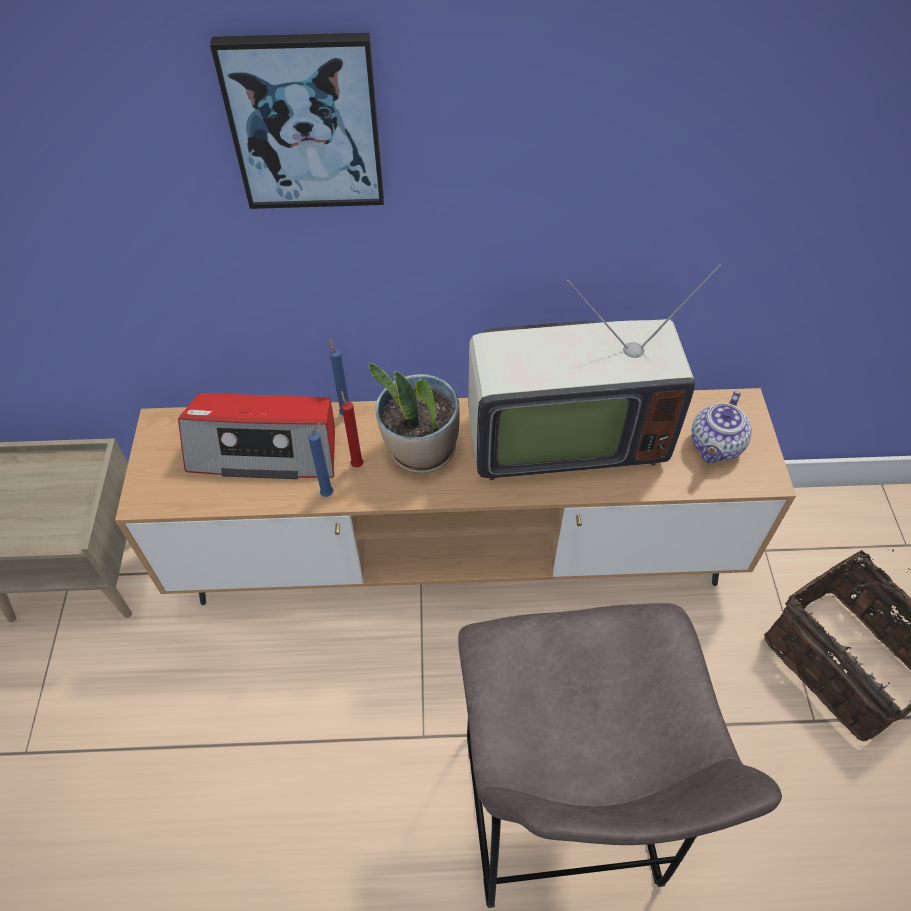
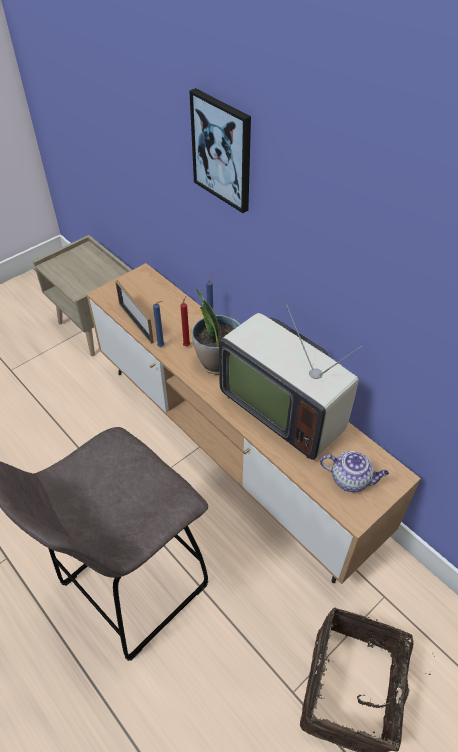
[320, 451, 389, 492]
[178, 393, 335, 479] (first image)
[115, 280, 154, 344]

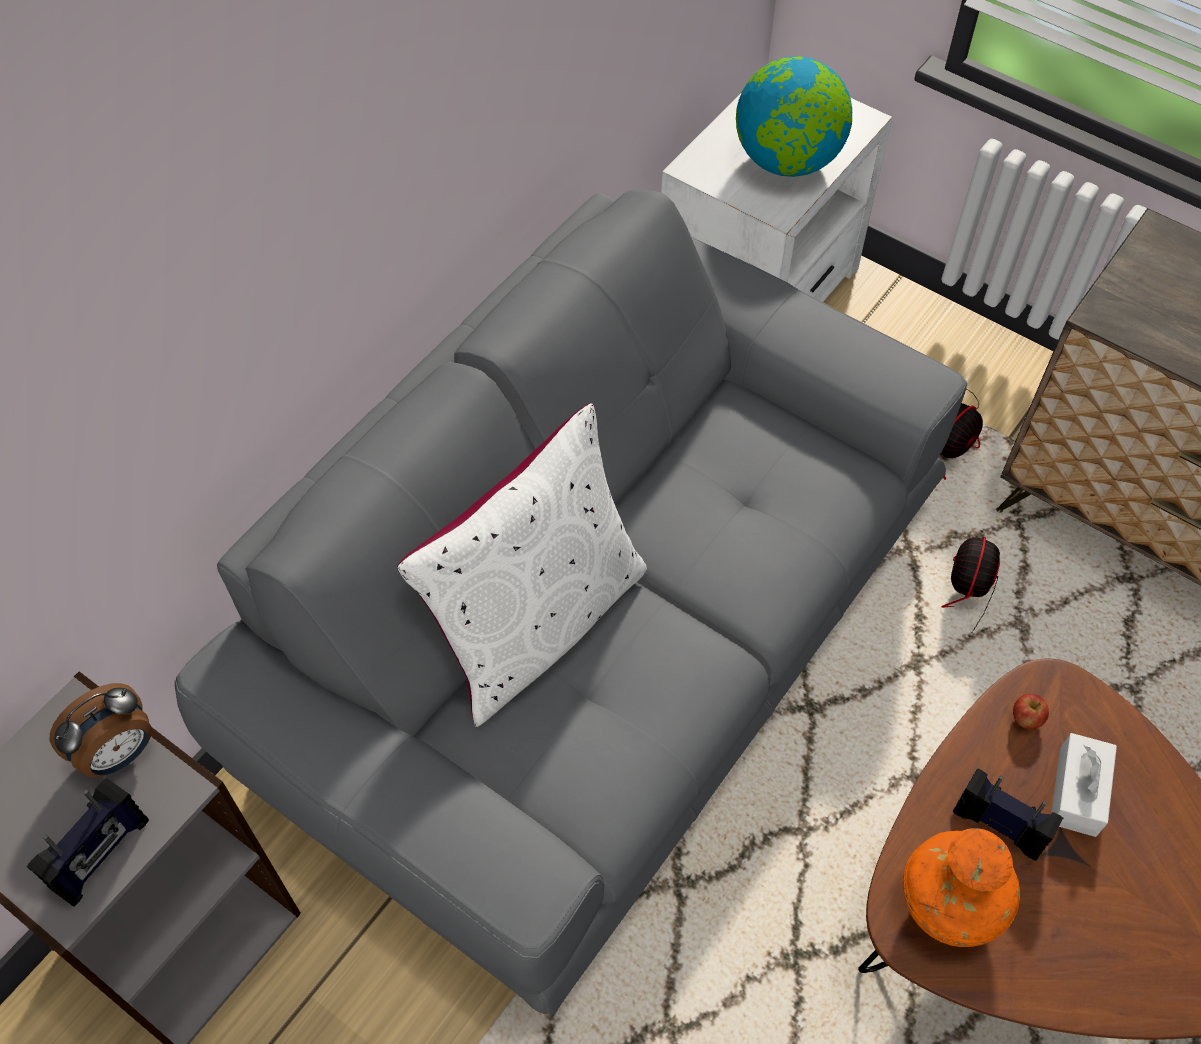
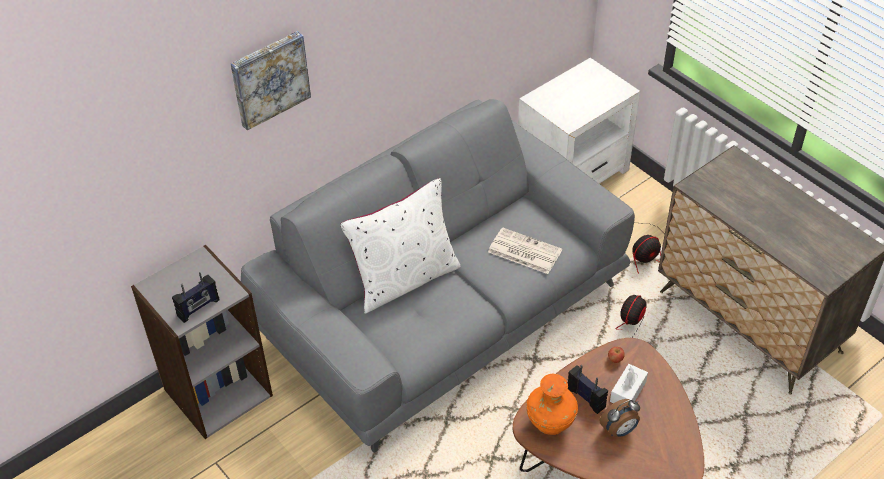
[736, 56, 853, 177] (first image)
[600, 399, 640, 437]
[231, 31, 311, 131]
[488, 227, 562, 274]

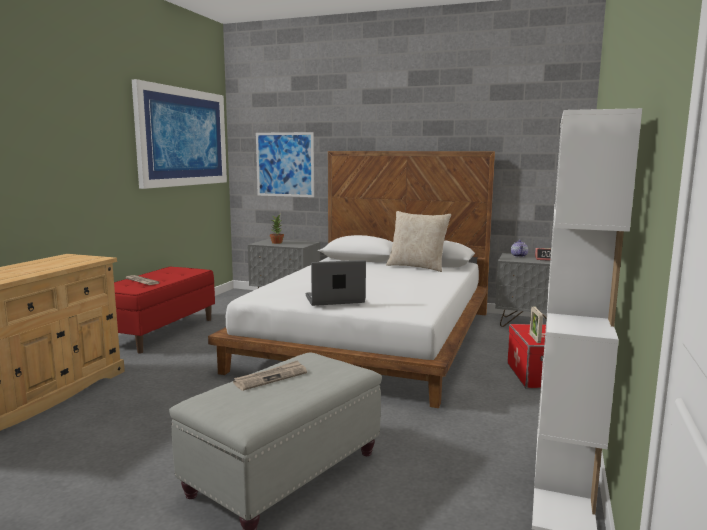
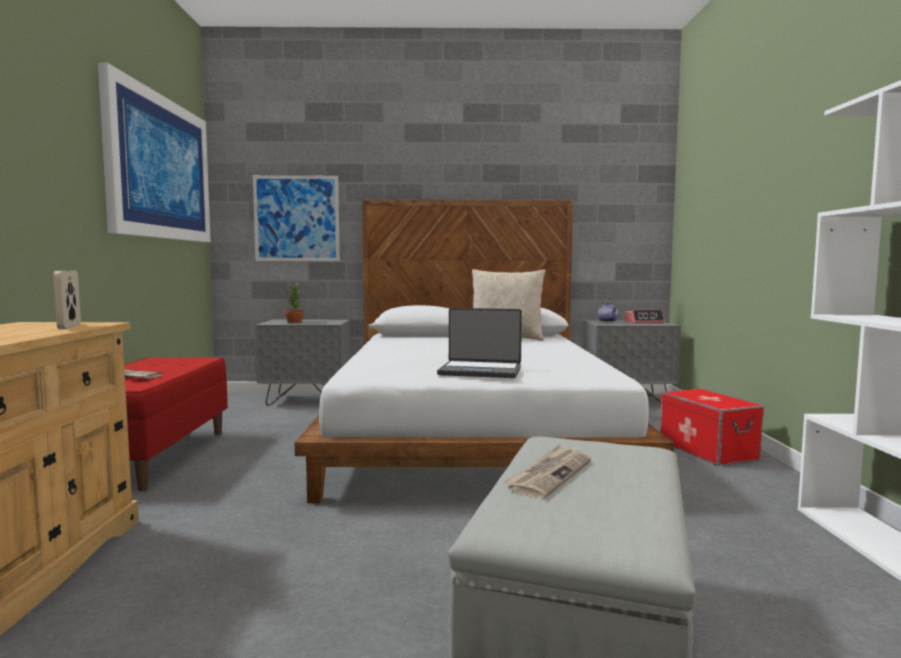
[437, 308, 522, 378]
[53, 271, 81, 329]

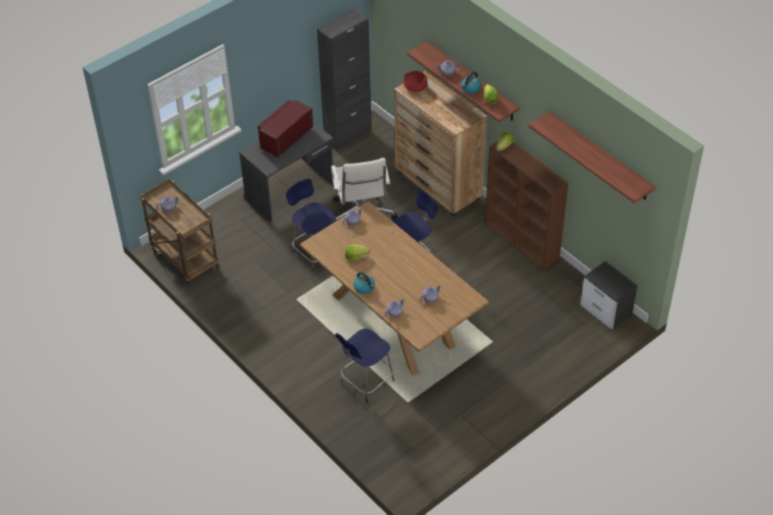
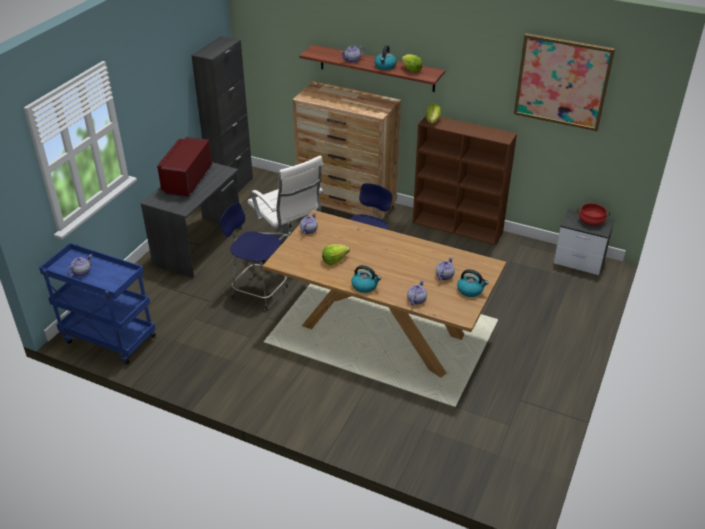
[577, 203, 610, 225]
[514, 33, 615, 131]
[39, 243, 156, 365]
[335, 329, 394, 403] (first image)
[457, 269, 488, 297]

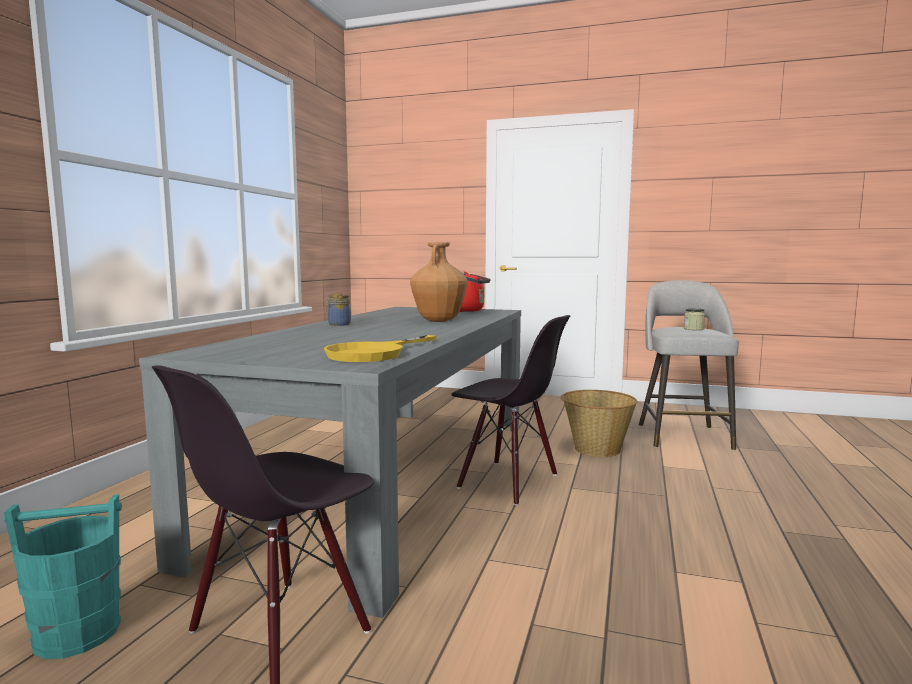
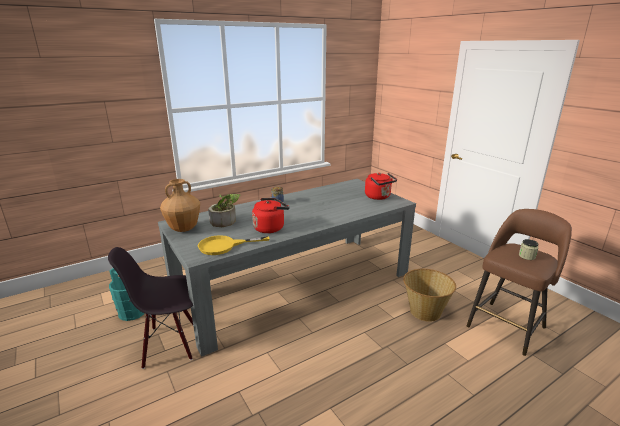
[160, 179, 200, 232]
[467, 209, 572, 356]
[451, 315, 570, 506] (first image)
[208, 194, 240, 227]
[252, 198, 290, 233]

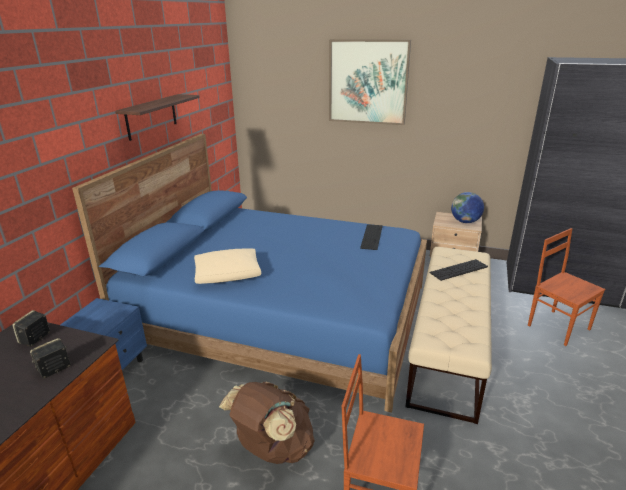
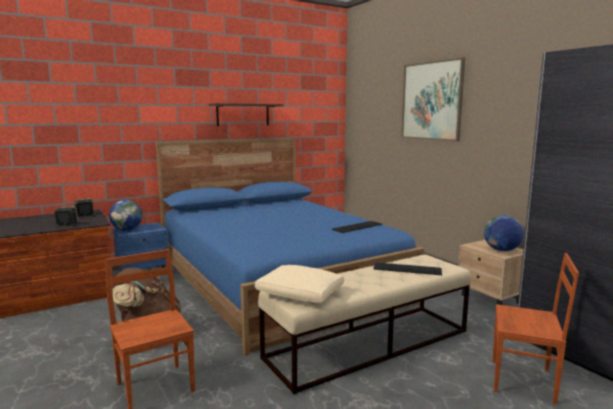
[493, 253, 579, 404]
[255, 265, 344, 303]
[109, 200, 142, 231]

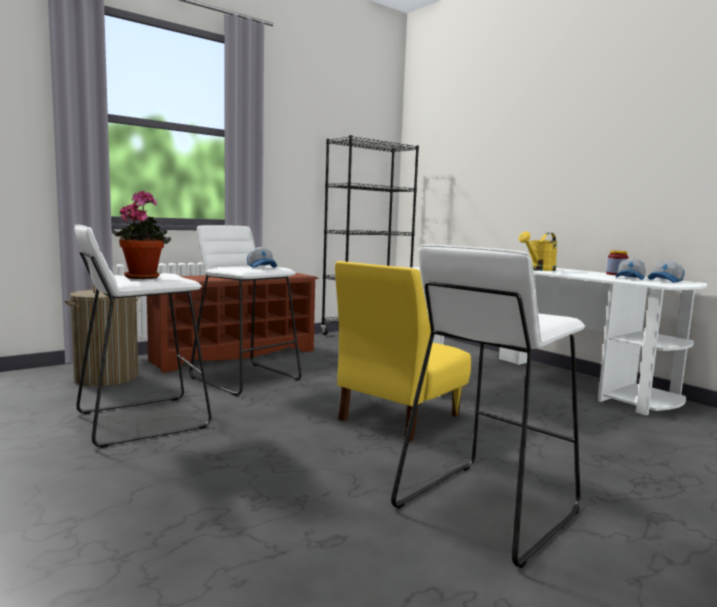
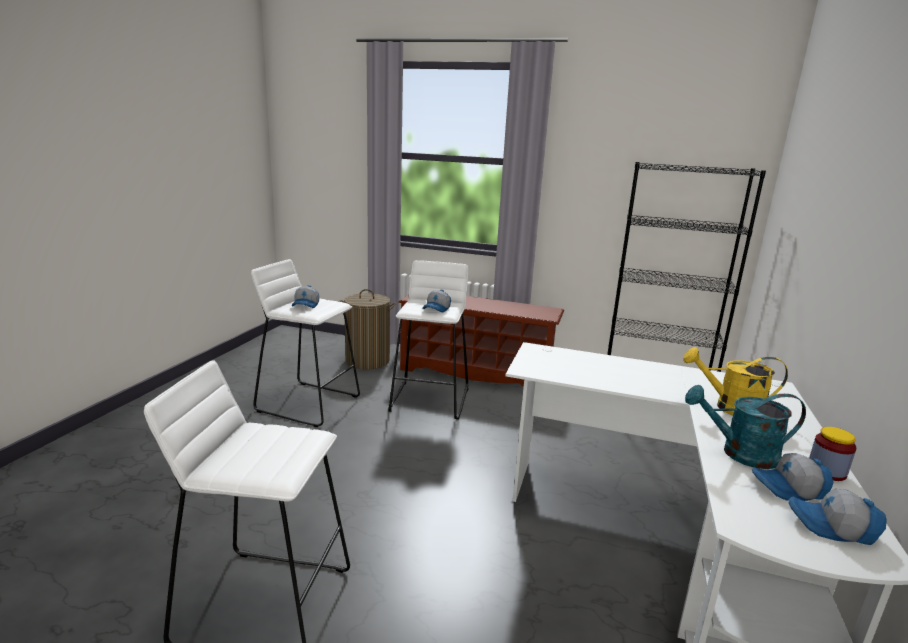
[292, 285, 319, 308]
[335, 261, 471, 442] (first image)
[685, 385, 806, 469]

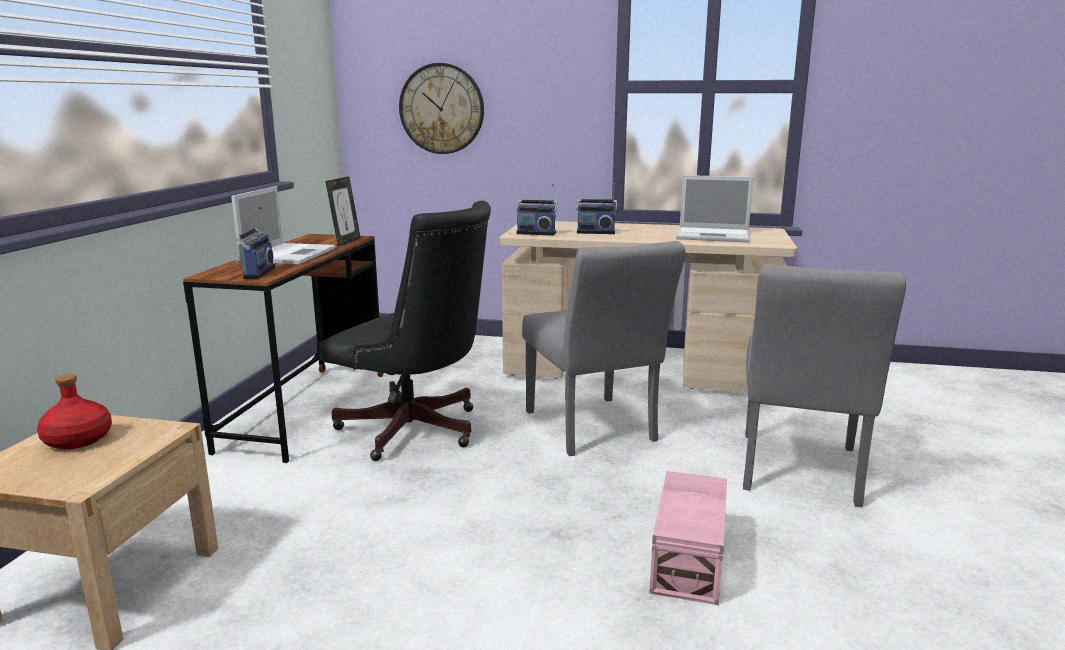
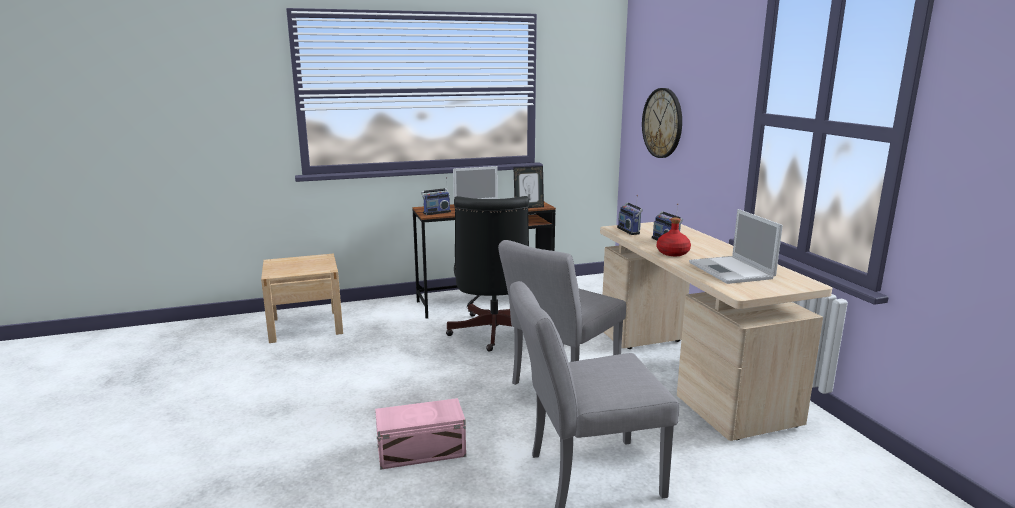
[657, 218, 691, 256]

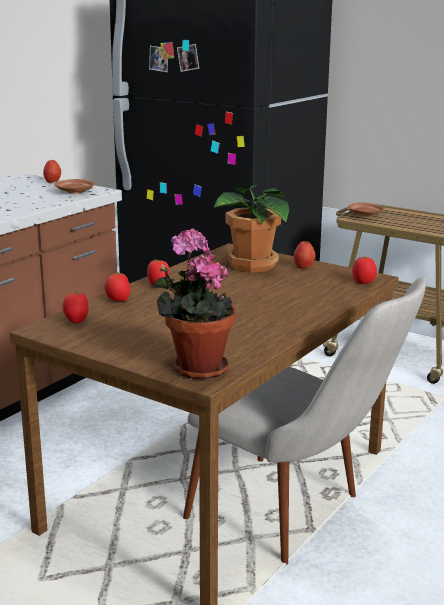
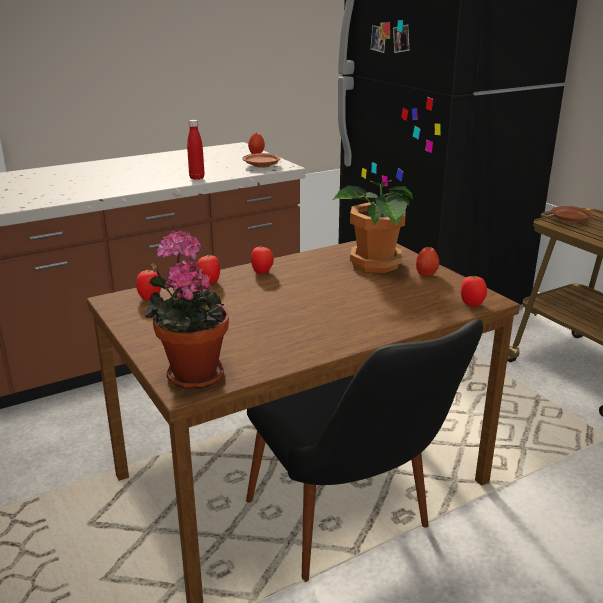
[246, 319, 483, 582]
[187, 120, 204, 180]

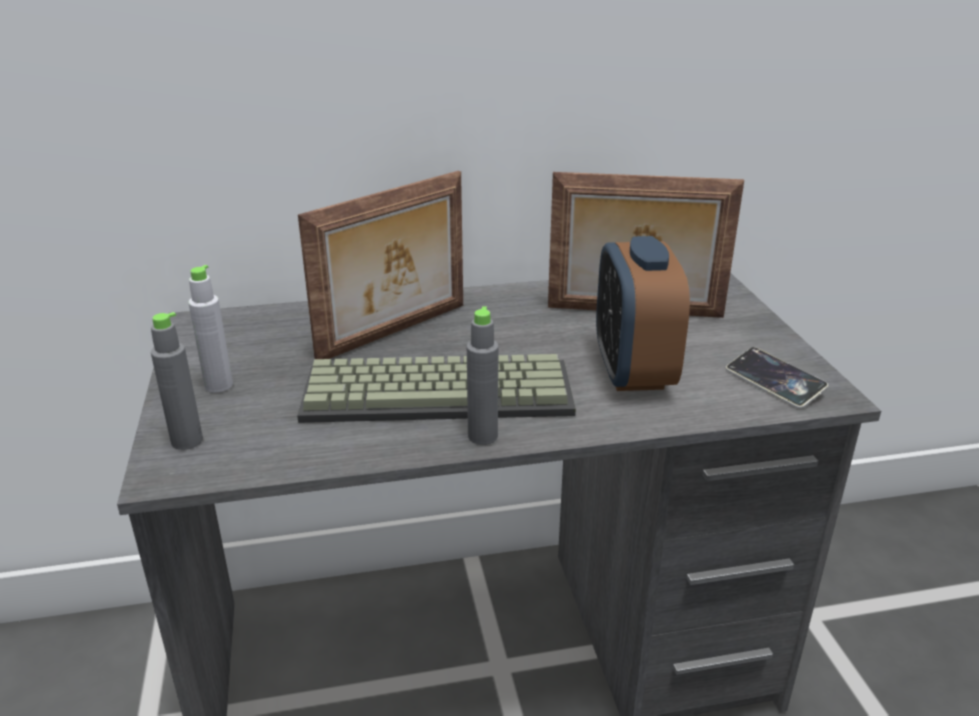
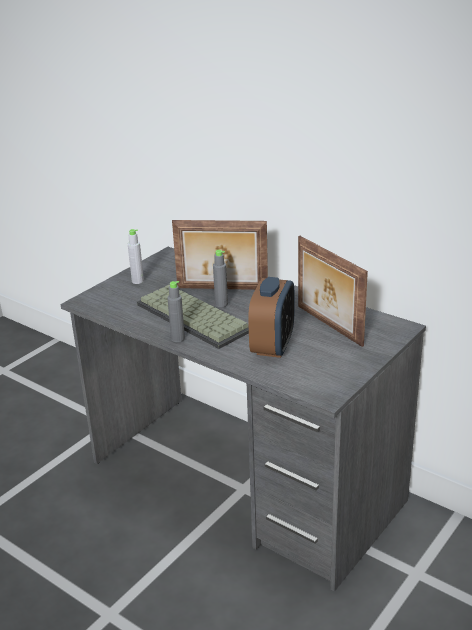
[248, 277, 294, 358]
[213, 250, 228, 307]
[726, 347, 828, 409] (first image)

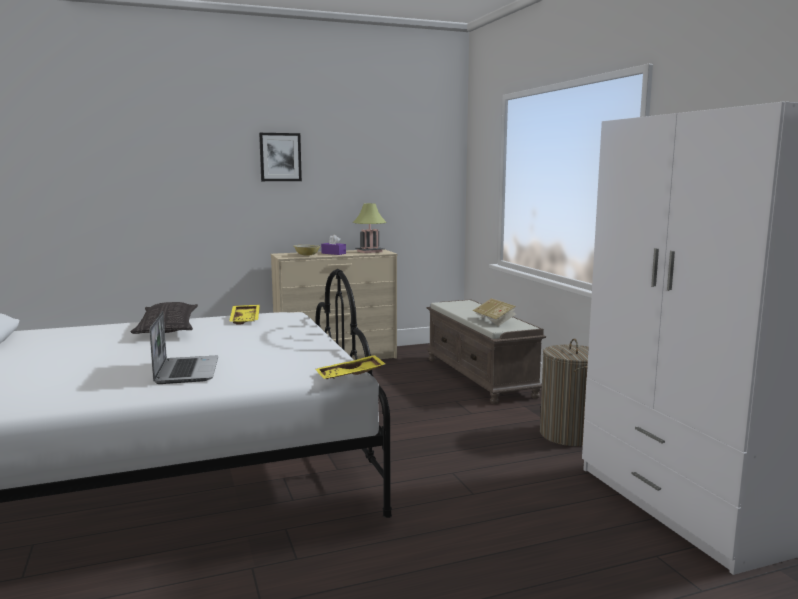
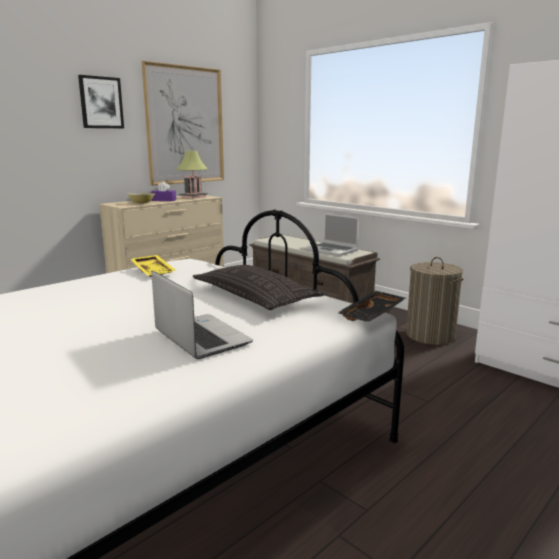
[306, 213, 359, 256]
[193, 265, 324, 310]
[337, 291, 406, 322]
[142, 61, 224, 186]

